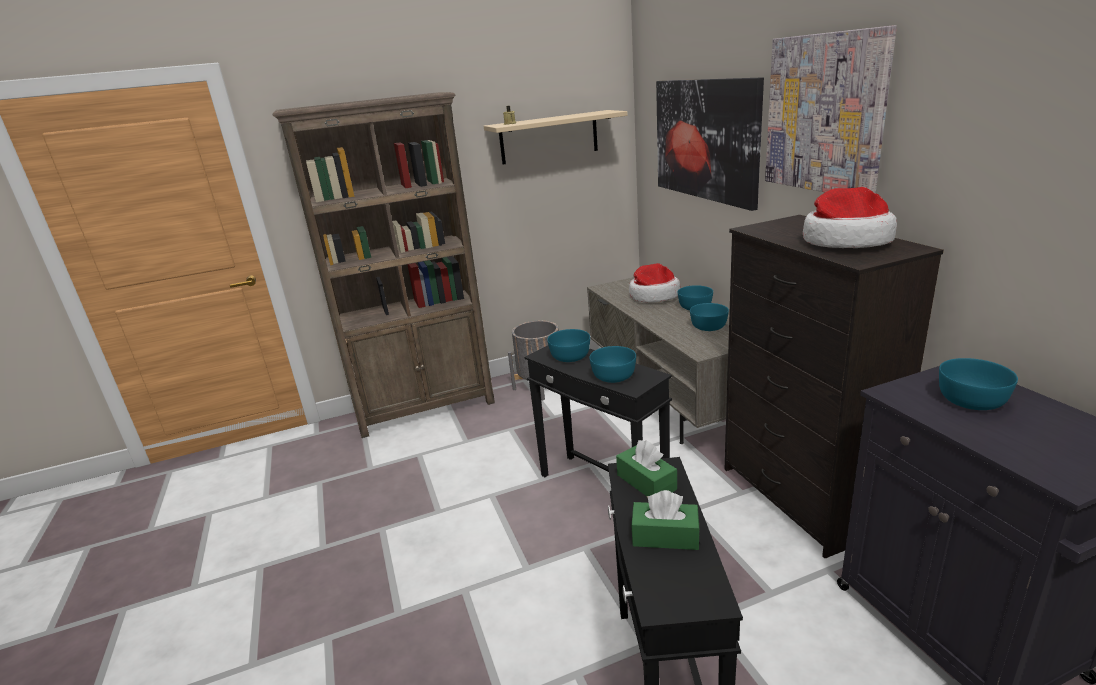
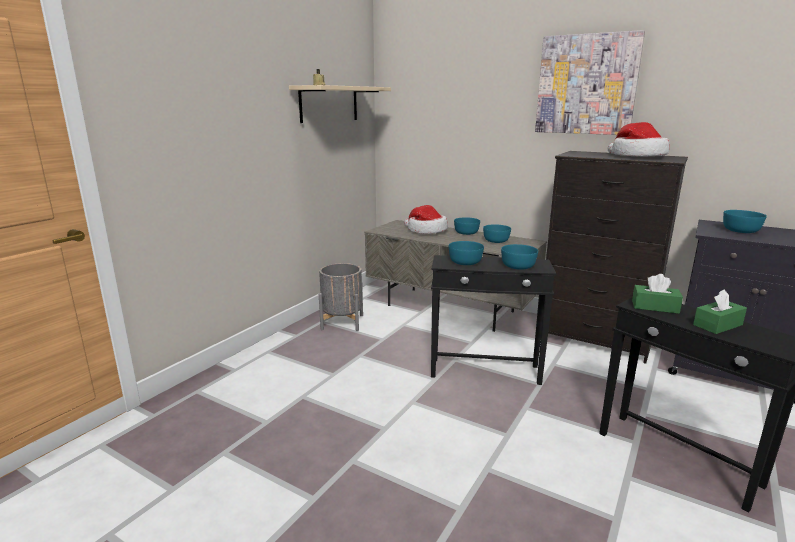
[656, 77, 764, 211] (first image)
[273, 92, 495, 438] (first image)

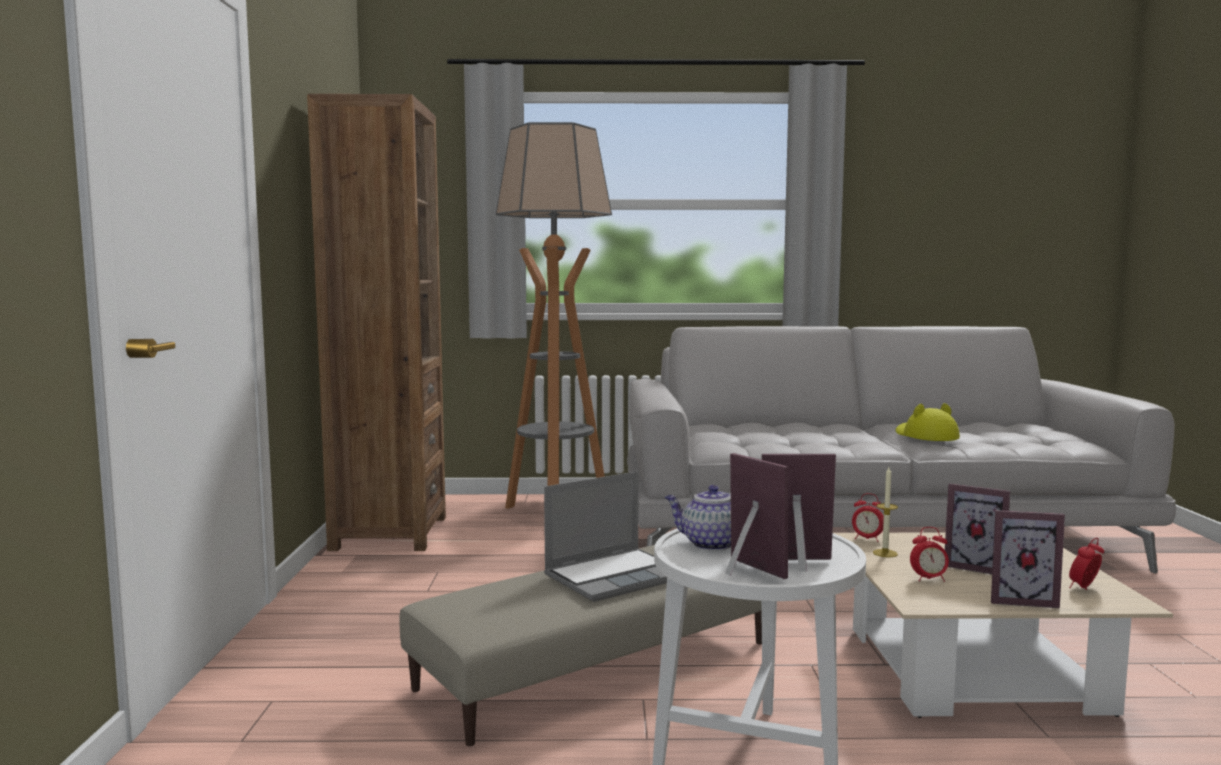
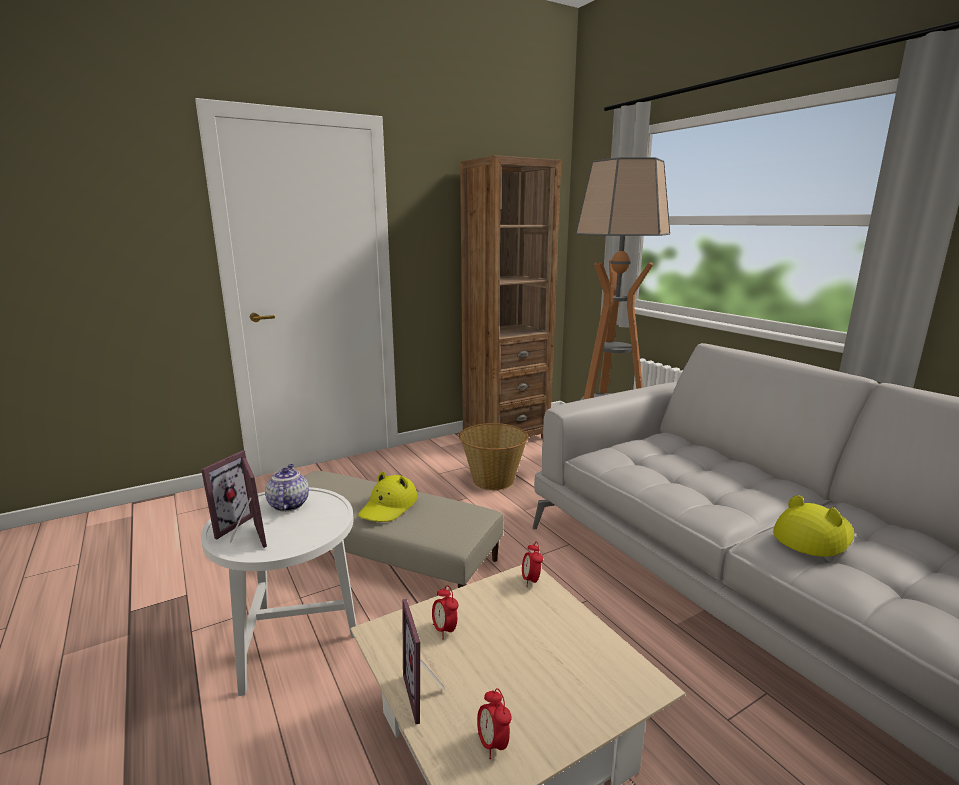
[873, 467, 898, 557] (first image)
[358, 471, 417, 522]
[945, 483, 1010, 574] (first image)
[477, 688, 512, 759]
[459, 423, 529, 490]

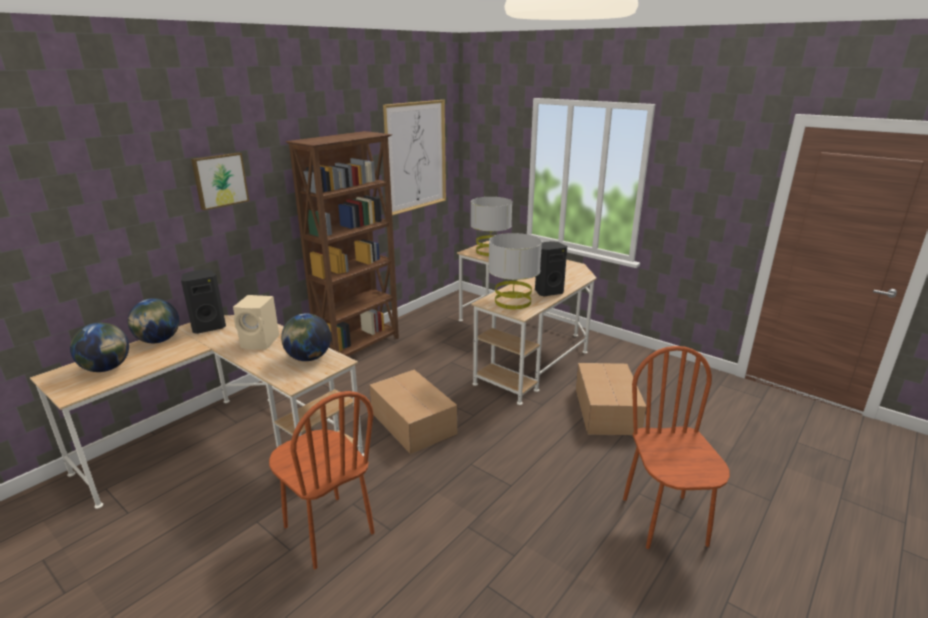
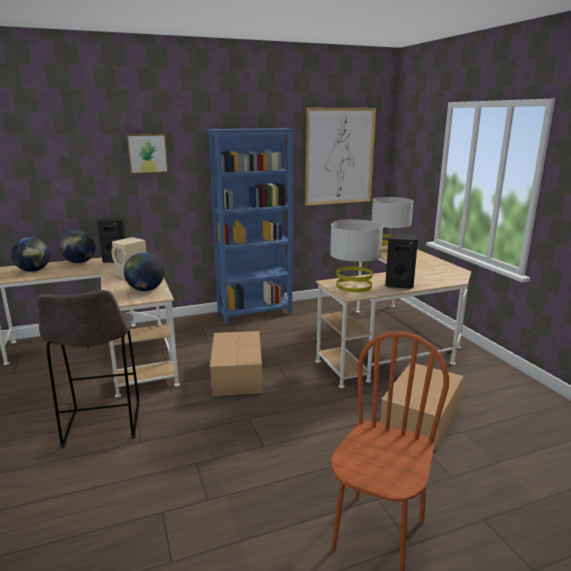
[206, 128, 297, 323]
[37, 290, 140, 447]

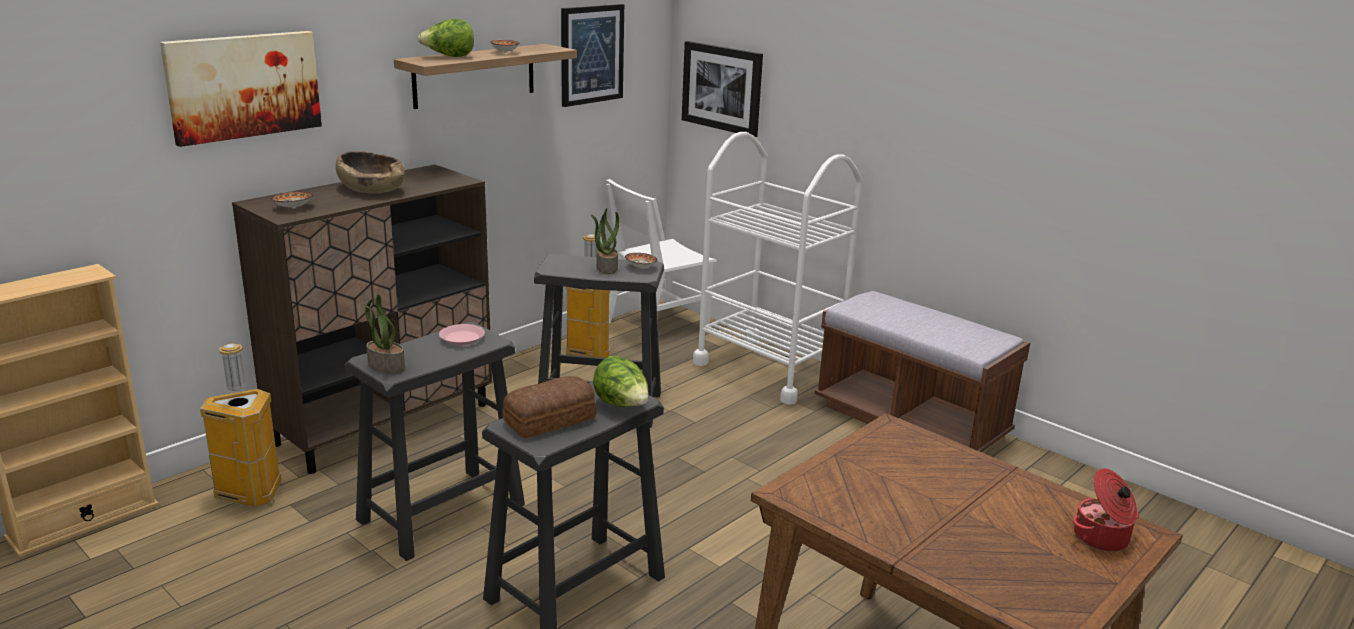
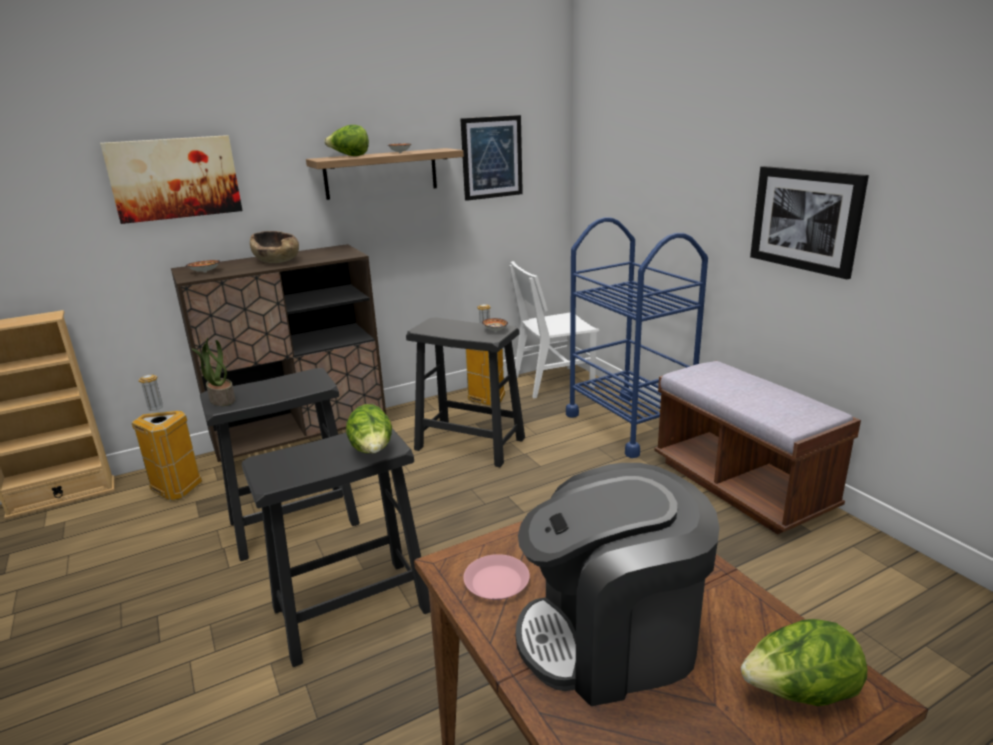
[750, 166, 869, 279]
[566, 217, 708, 458]
[590, 208, 619, 274] (first image)
[463, 554, 530, 600]
[502, 376, 597, 439] (first image)
[741, 619, 867, 706]
[515, 463, 720, 706]

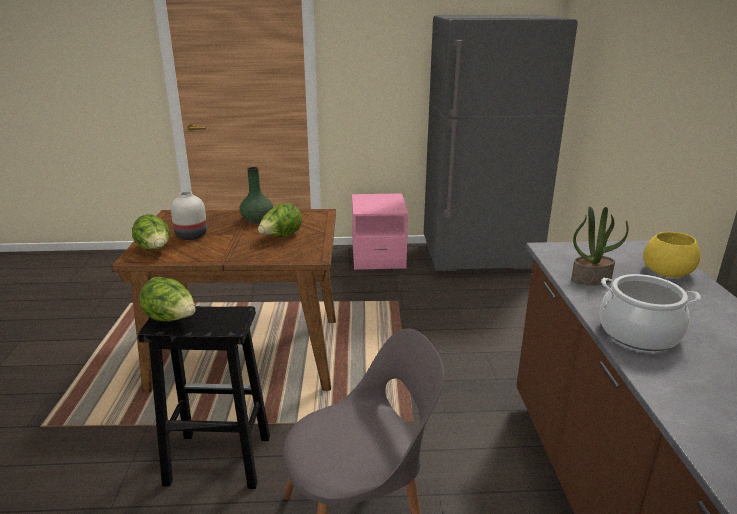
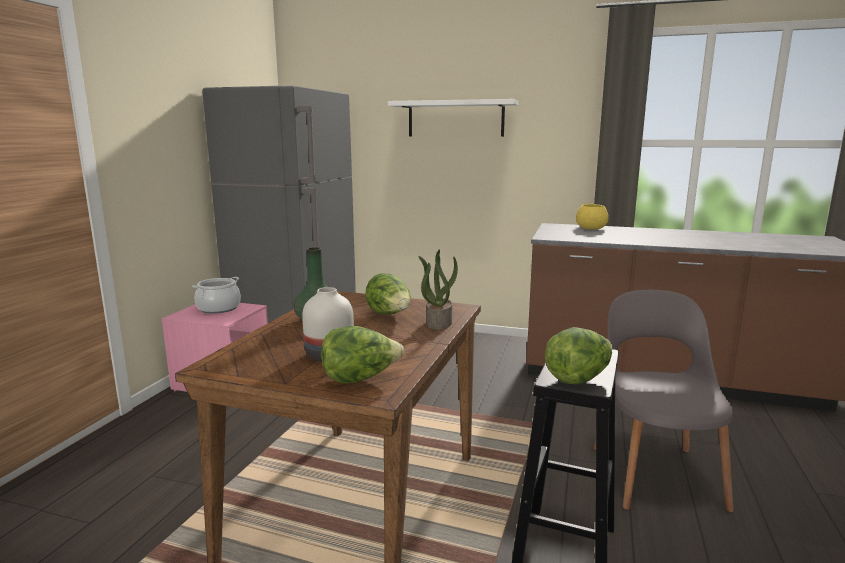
[418, 250, 458, 330]
[192, 277, 241, 314]
[388, 99, 518, 137]

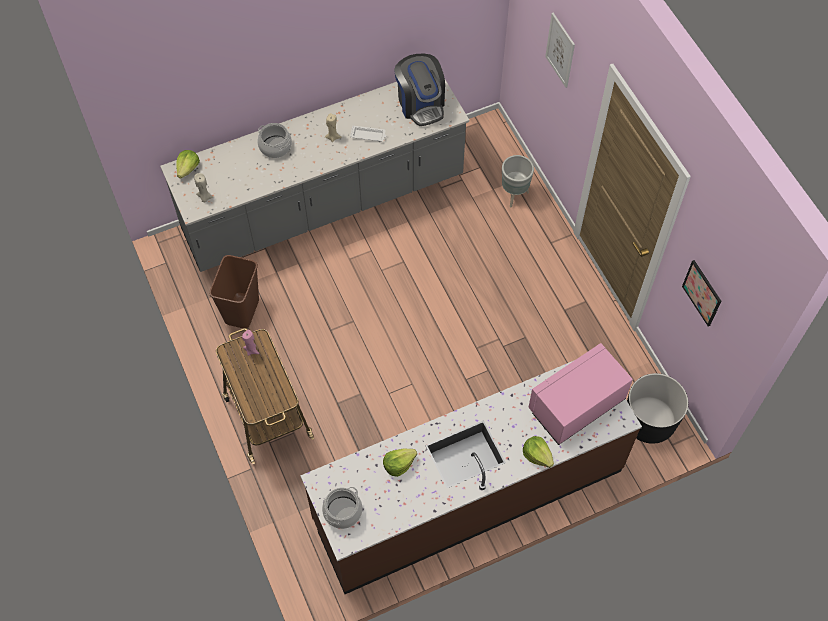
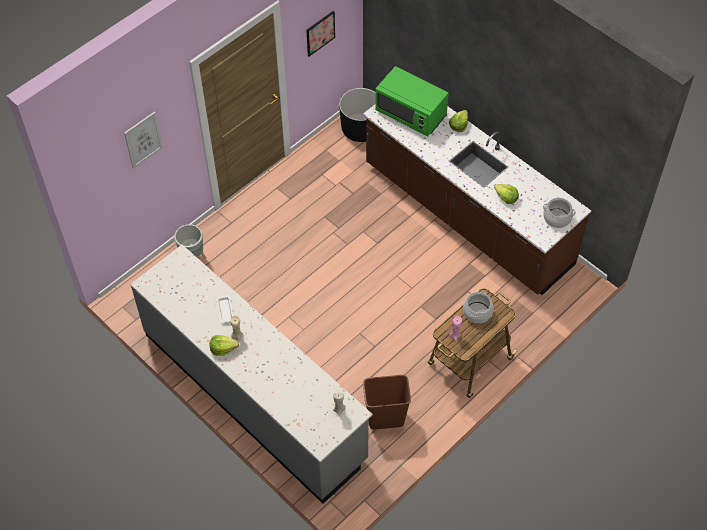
[394, 54, 445, 126] (first image)
[463, 290, 494, 323]
[210, 335, 239, 356]
[375, 66, 449, 136]

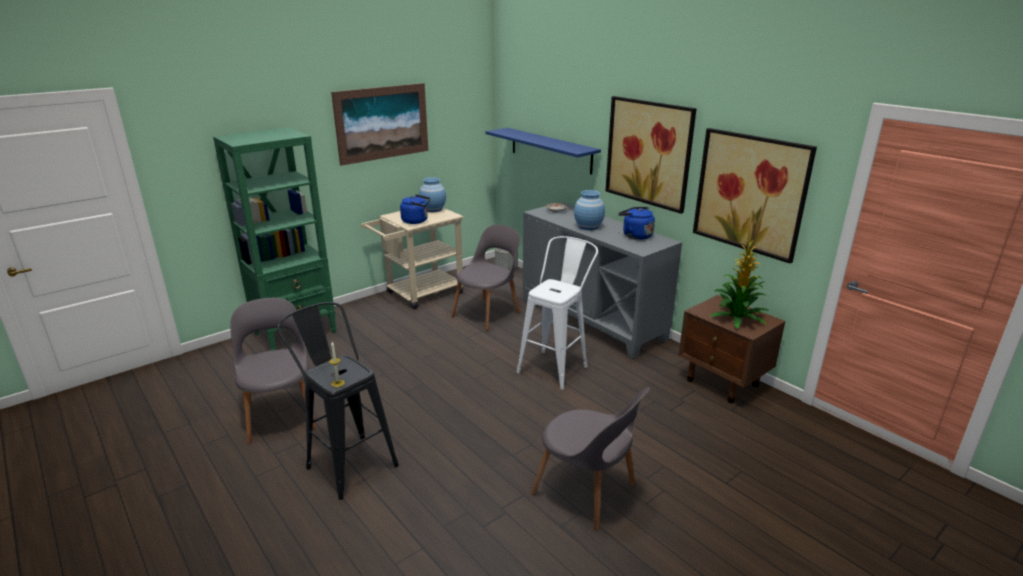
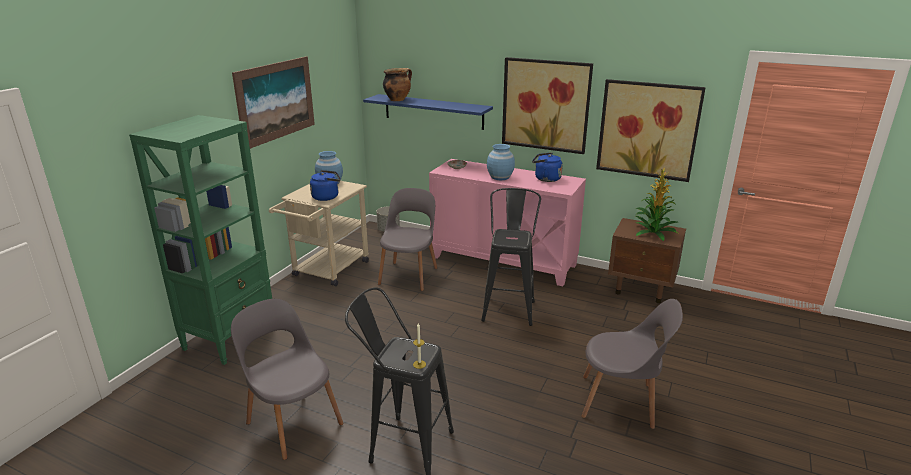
[429, 159, 586, 287]
[481, 188, 541, 326]
[383, 68, 412, 101]

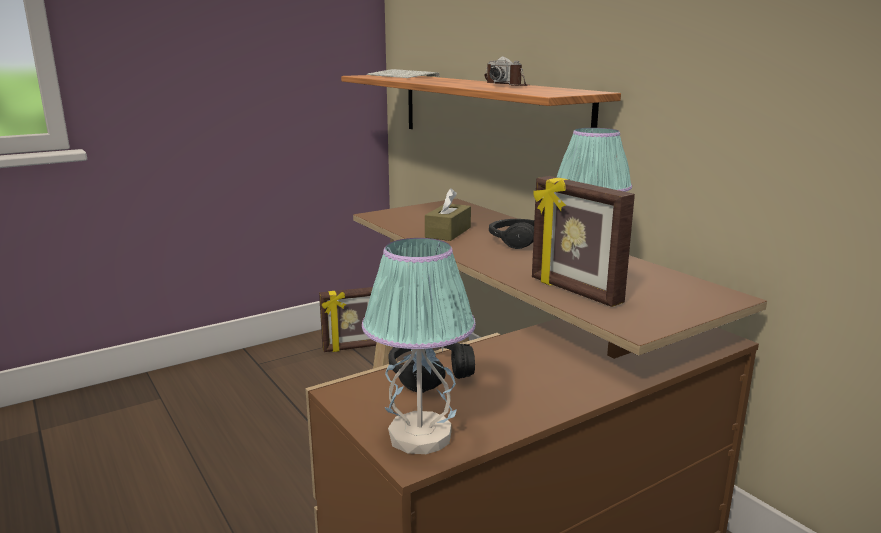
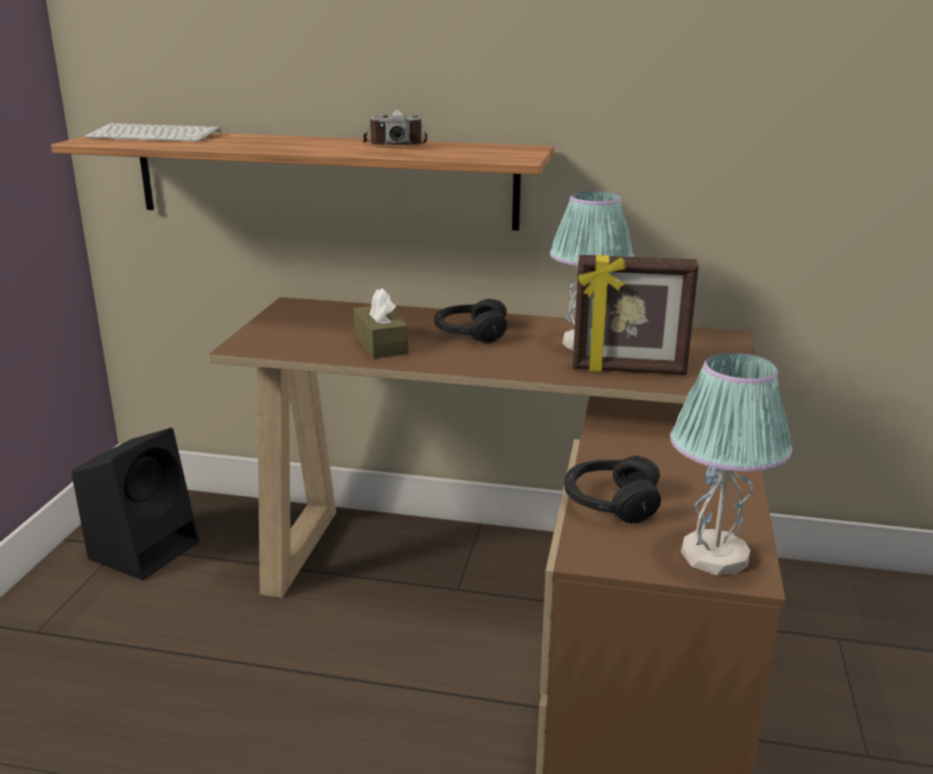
[71, 428, 199, 580]

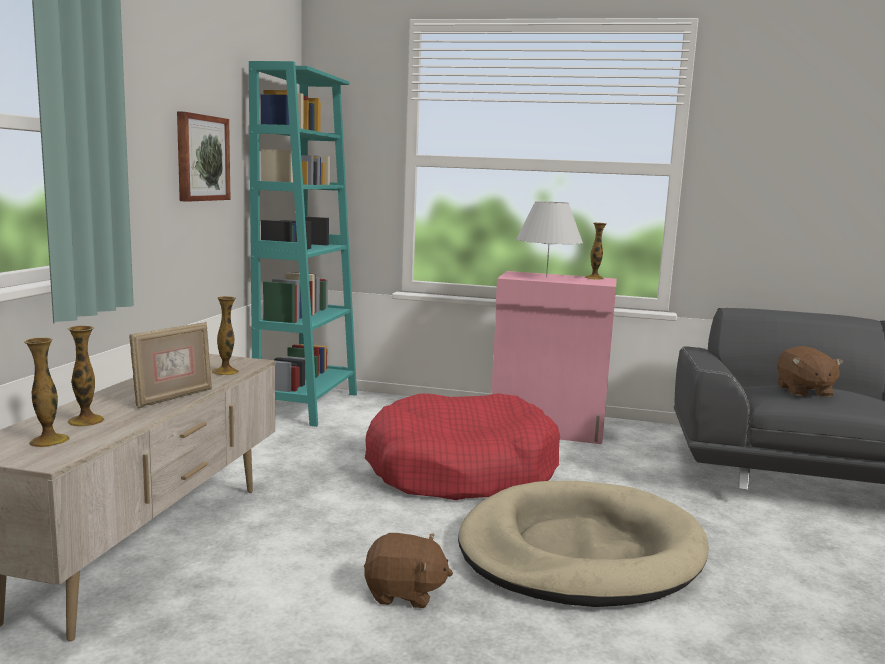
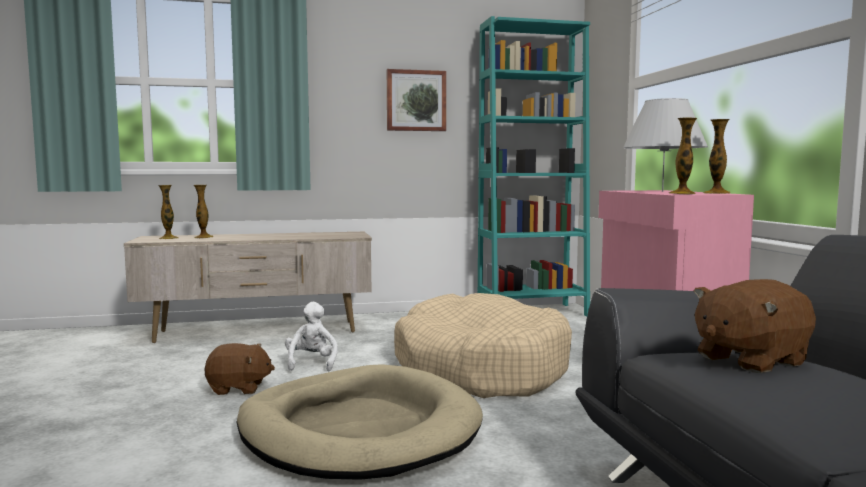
[669, 118, 697, 194]
[129, 322, 212, 409] (first image)
[394, 293, 572, 398]
[205, 343, 275, 395]
[285, 302, 338, 372]

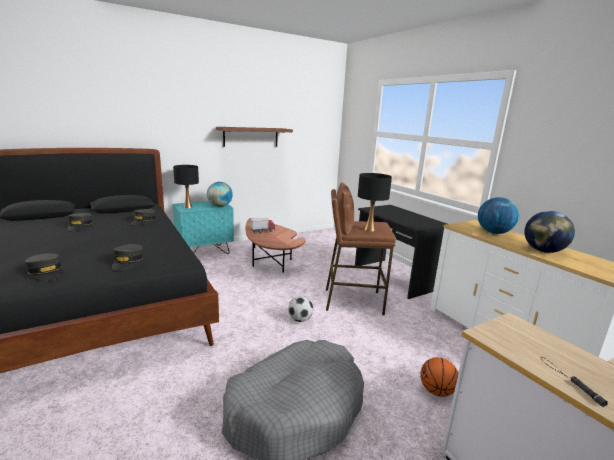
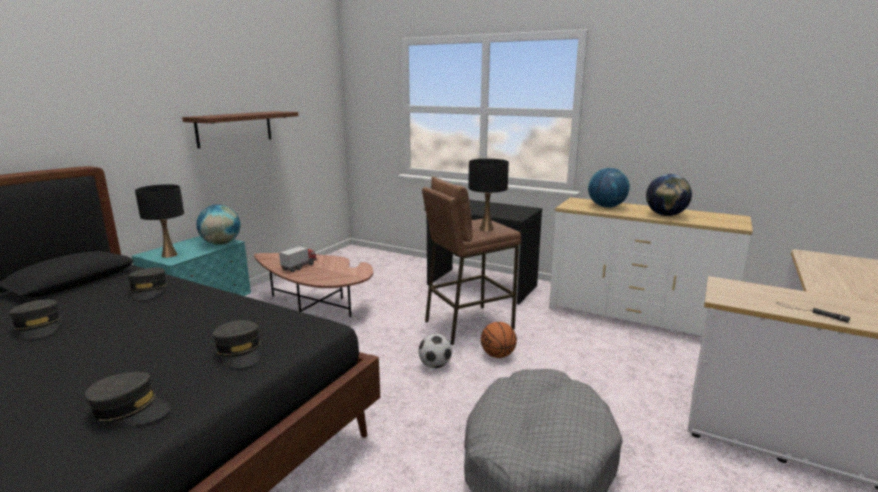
[481, 322, 517, 358]

